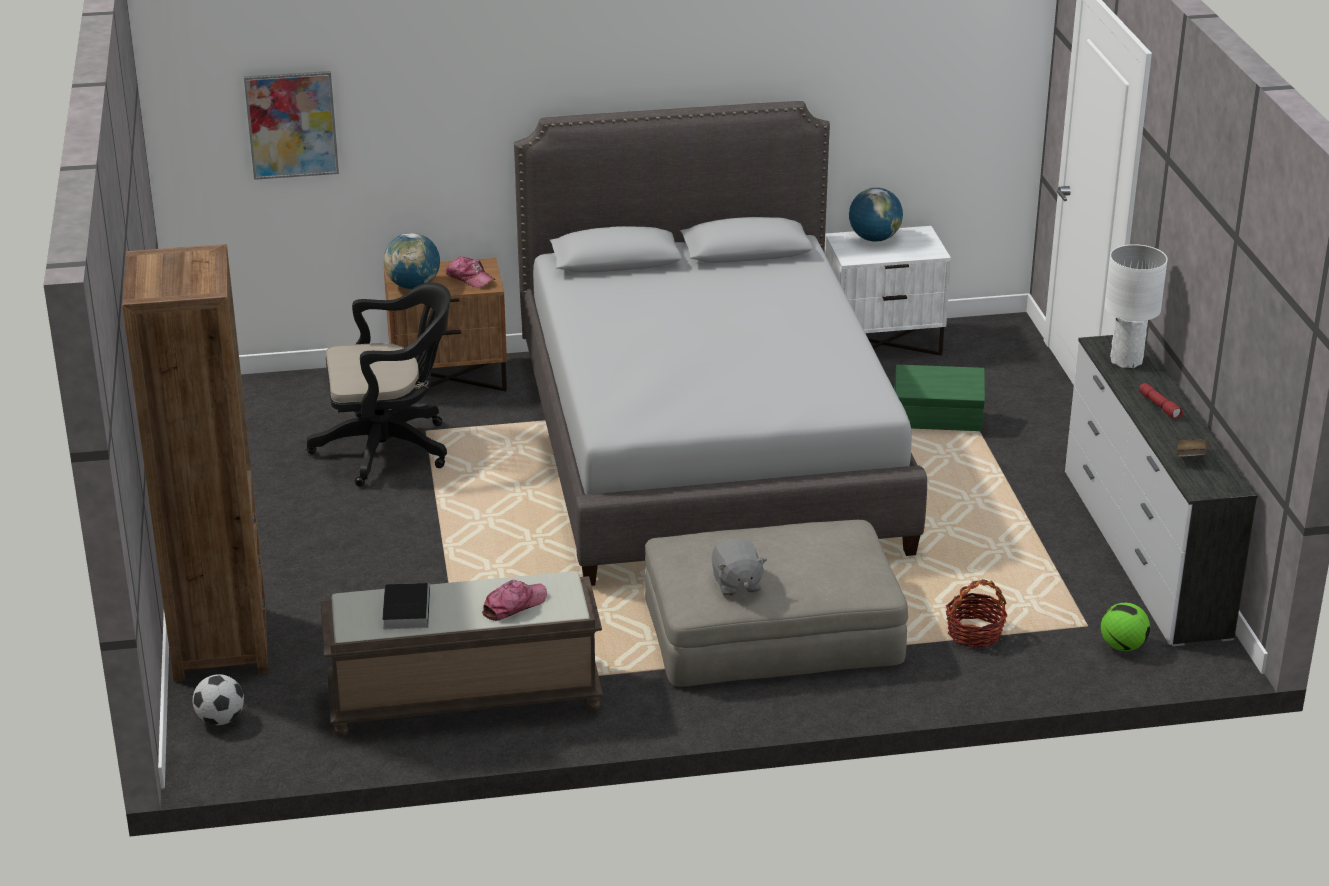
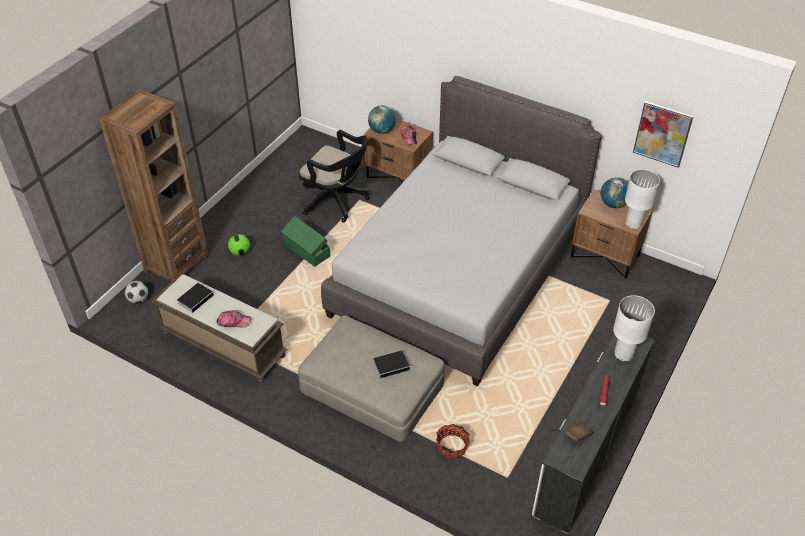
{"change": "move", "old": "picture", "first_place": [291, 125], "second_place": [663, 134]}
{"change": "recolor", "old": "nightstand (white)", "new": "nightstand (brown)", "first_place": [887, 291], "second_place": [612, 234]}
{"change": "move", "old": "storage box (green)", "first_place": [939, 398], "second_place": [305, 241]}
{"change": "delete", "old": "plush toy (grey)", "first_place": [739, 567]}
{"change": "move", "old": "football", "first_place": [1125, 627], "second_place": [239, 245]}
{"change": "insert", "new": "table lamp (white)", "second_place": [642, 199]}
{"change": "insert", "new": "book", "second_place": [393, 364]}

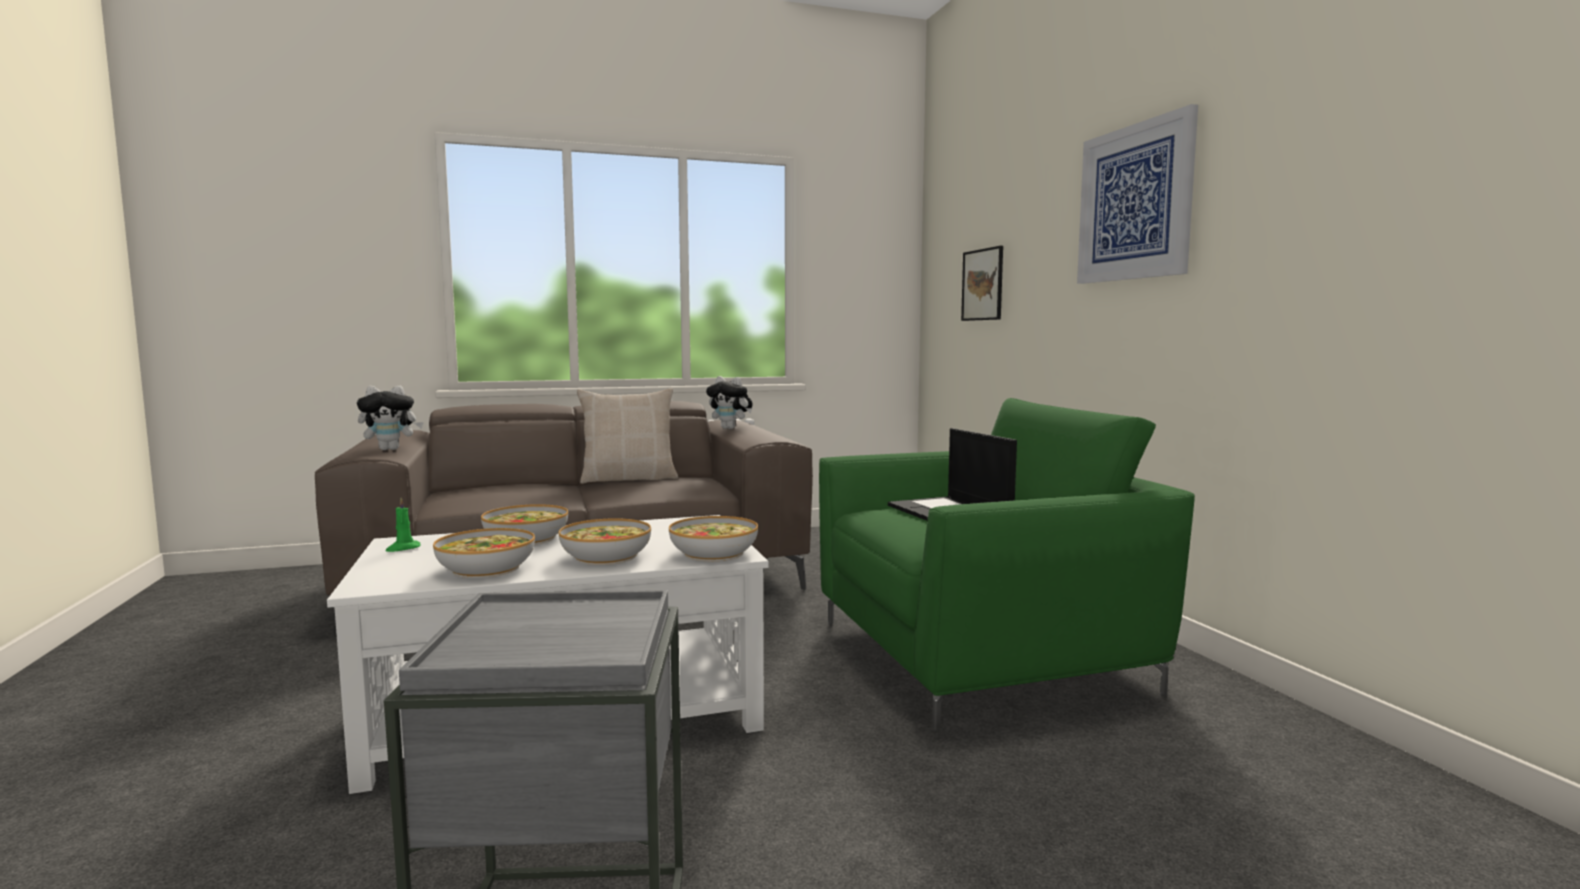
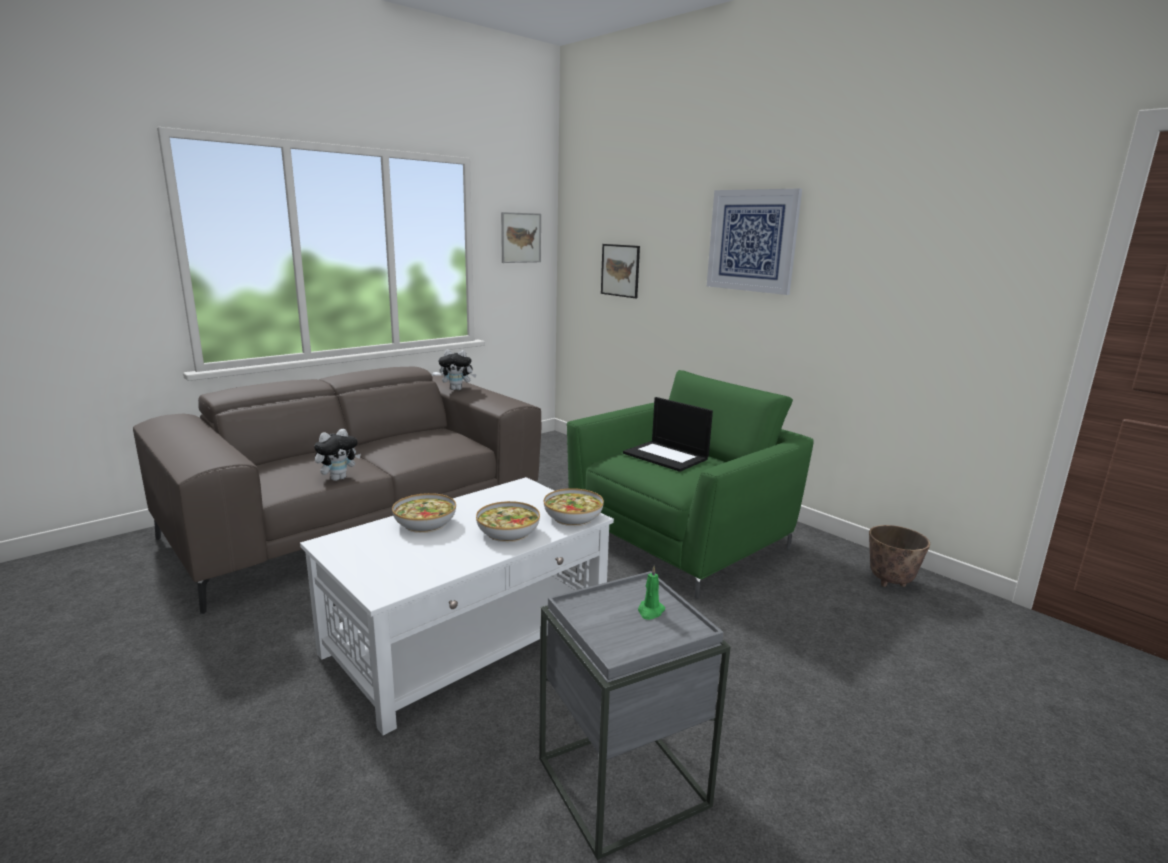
{"change": "move", "old": "plush toy", "first_place": [390, 418], "second_place": [337, 455]}
{"change": "delete", "old": "pillow (beige)", "first_place": [627, 436]}
{"change": "move", "old": "candle (green)", "first_place": [403, 525], "second_place": [651, 593]}
{"change": "delete", "old": "bowl", "first_place": [484, 553]}
{"change": "insert", "new": "picture", "second_place": [521, 237]}
{"change": "insert", "new": "planter", "second_place": [899, 556]}

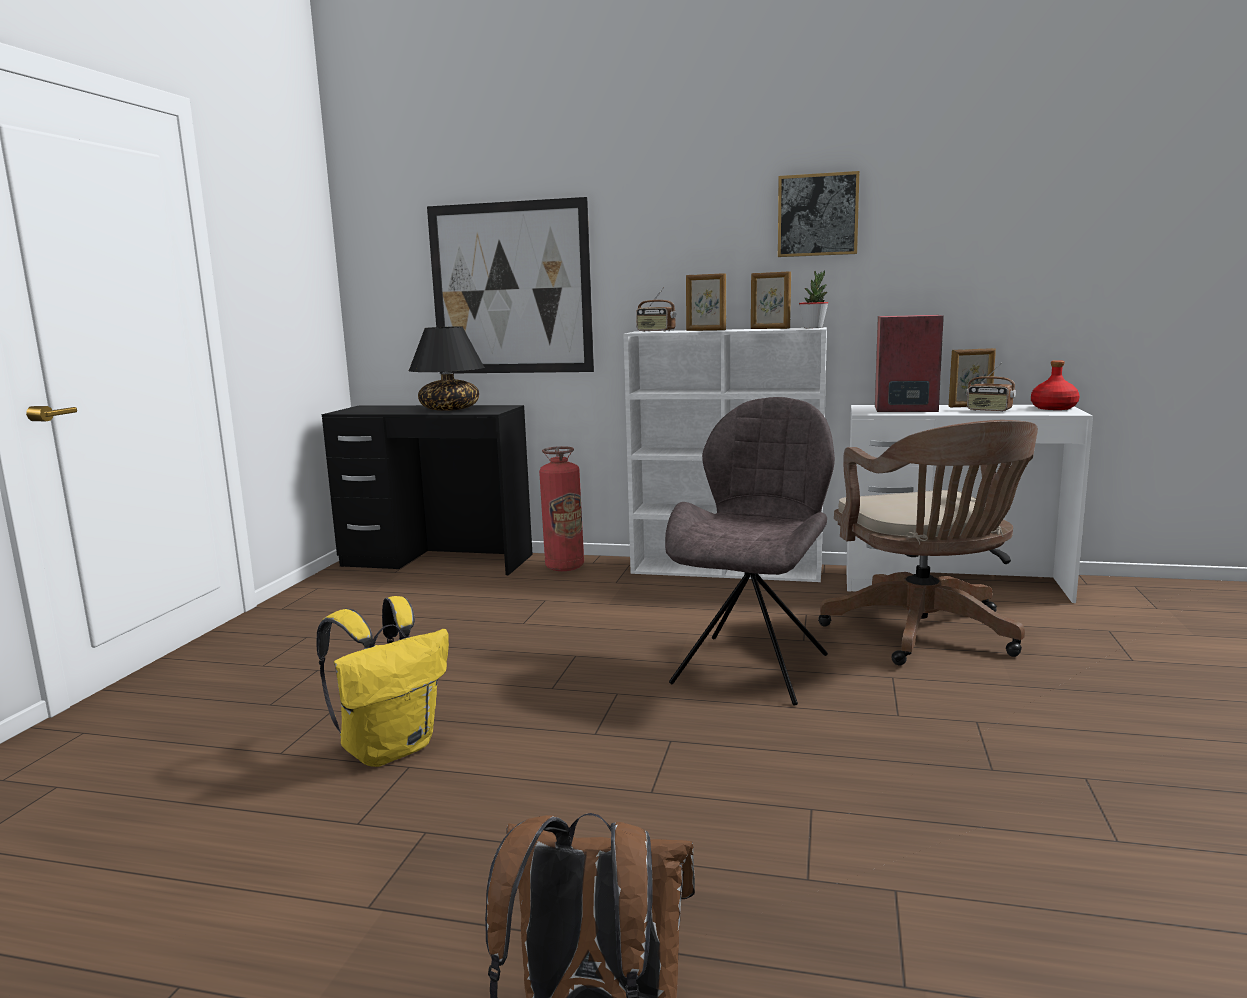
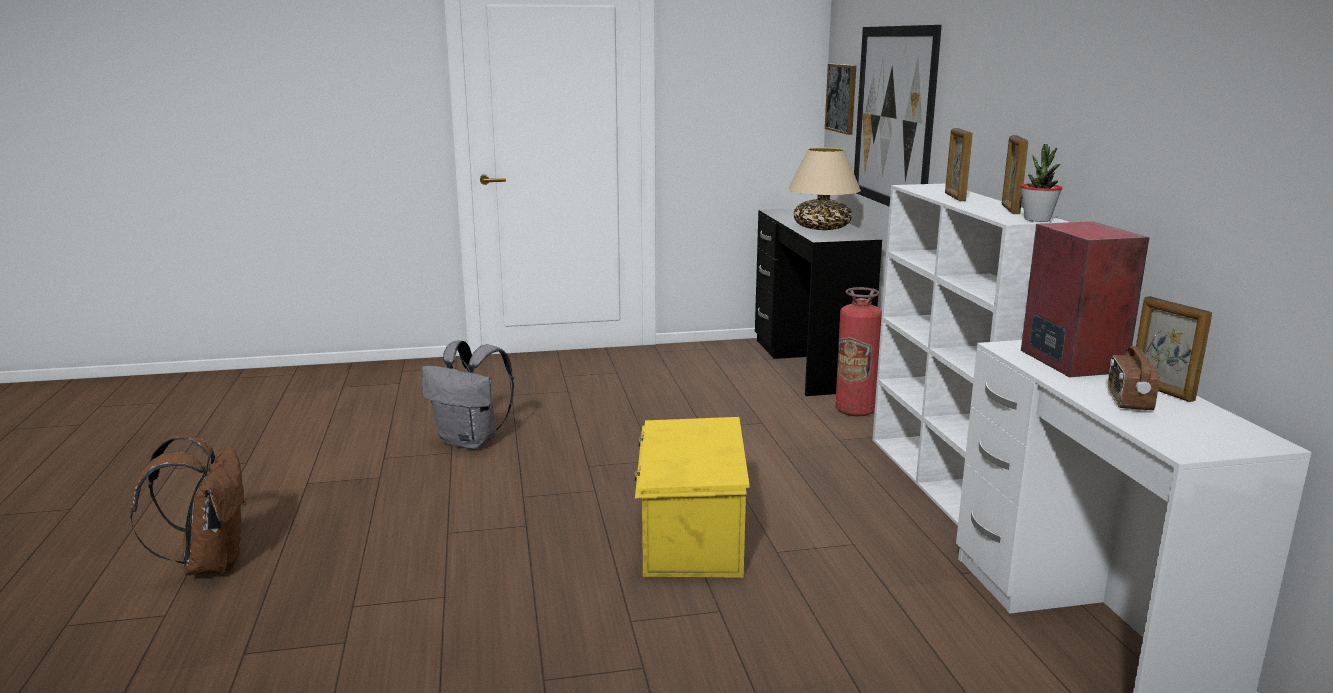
{"change": "move", "old": "picture", "first_place": [818, 214], "second_place": [840, 99]}
{"change": "delete", "old": "radio", "first_place": [656, 309]}
{"change": "recolor", "old": "table lamp (black)", "new": "table lamp (beige)", "first_place": [446, 368], "second_place": [824, 188]}
{"change": "delete", "old": "bottle (red)", "first_place": [1055, 385]}
{"change": "replace", "old": "chair (grey)", "new": "storage box (yellow)", "first_place": [750, 551], "second_place": [692, 497]}
{"change": "delete", "old": "office chair (brown)", "first_place": [928, 542]}
{"change": "recolor", "old": "backpack (yellow)", "new": "backpack (grey)", "first_place": [382, 681], "second_place": [468, 395]}

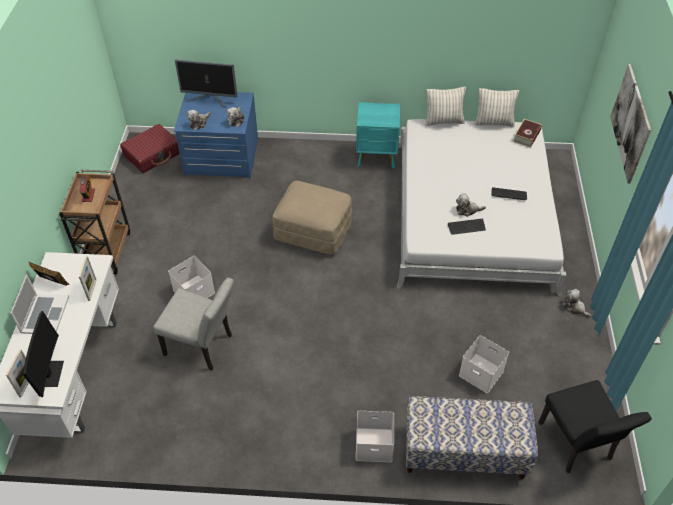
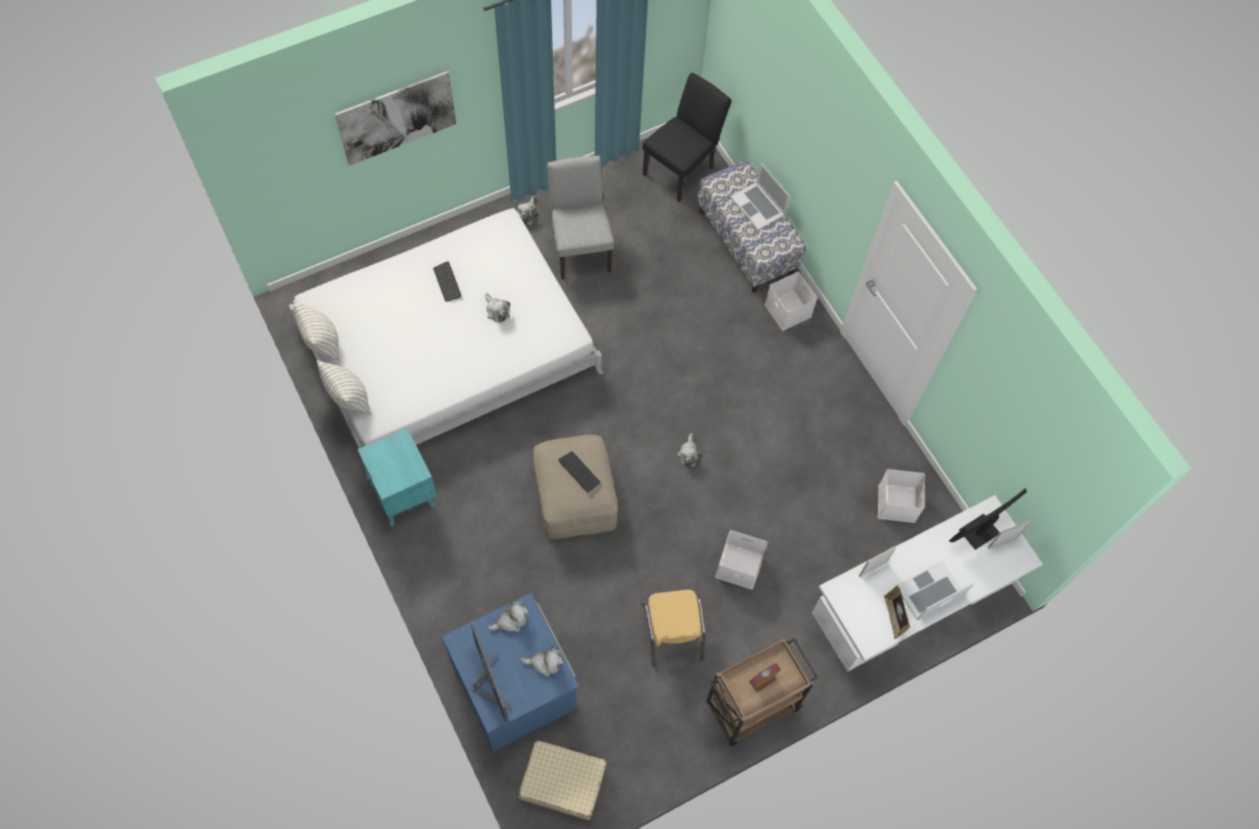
{"change": "delete", "old": "book", "first_place": [527, 133]}
{"change": "recolor", "old": "suitcase (red)", "new": "suitcase (beige)", "first_place": [150, 148], "second_place": [562, 780]}
{"change": "move", "old": "keyboard", "first_place": [467, 227], "second_place": [579, 471]}
{"change": "move", "old": "chair (grey)", "first_place": [193, 324], "second_place": [580, 218]}
{"change": "move", "old": "storage box (white)", "first_place": [484, 364], "second_place": [901, 496]}
{"change": "insert", "new": "laptop", "second_place": [760, 196]}
{"change": "insert", "new": "plush toy", "second_place": [689, 450]}
{"change": "insert", "new": "chair (yellow)", "second_place": [673, 628]}

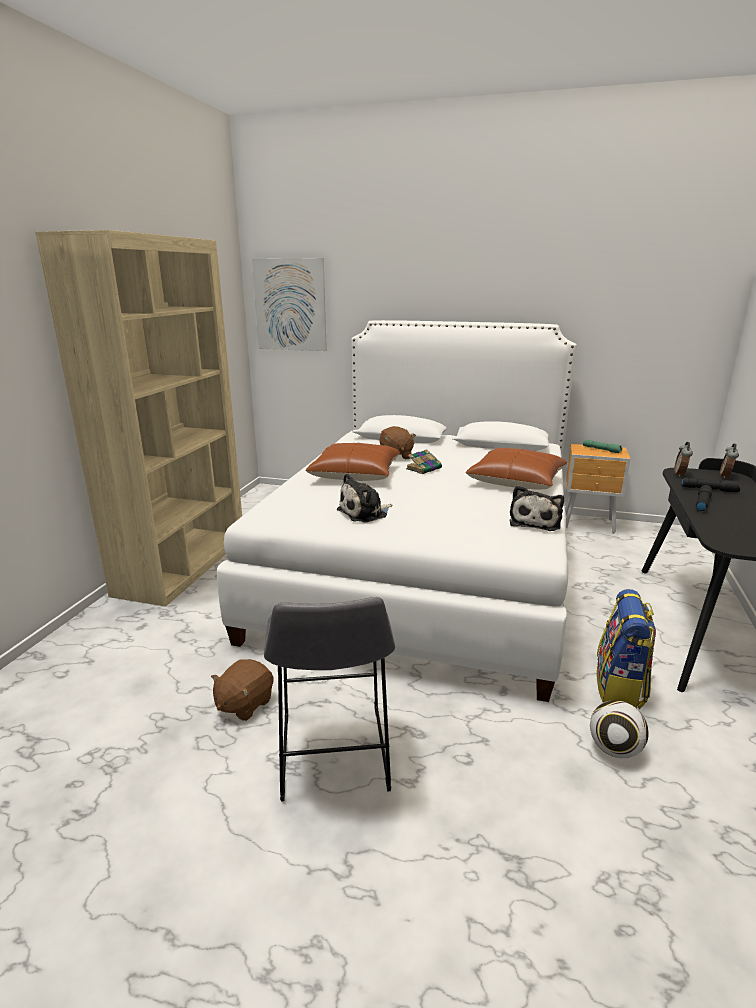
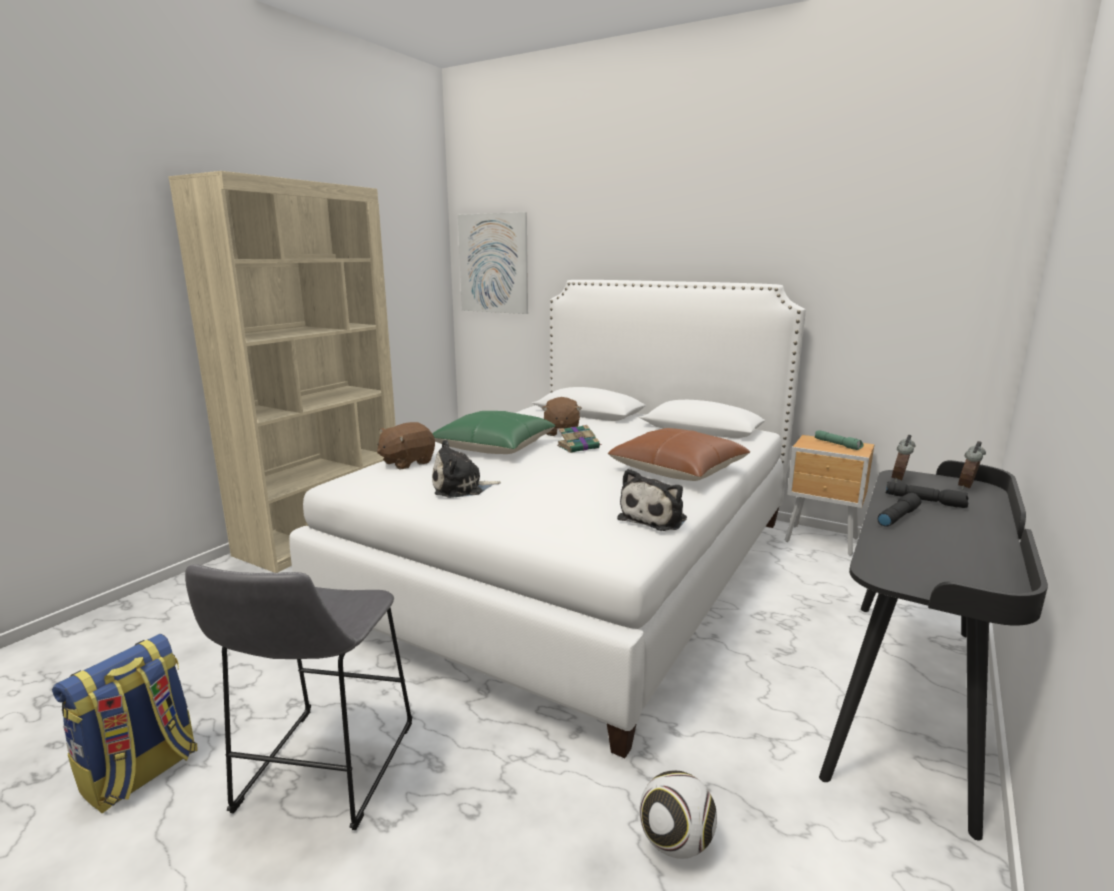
{"change": "recolor", "old": "pillow (brown)", "new": "pillow (green)", "first_place": [352, 462], "second_place": [494, 432]}
{"change": "move", "old": "backpack", "first_place": [626, 649], "second_place": [125, 723]}
{"change": "move", "old": "plush toy (brown)", "first_place": [242, 690], "second_place": [406, 446]}

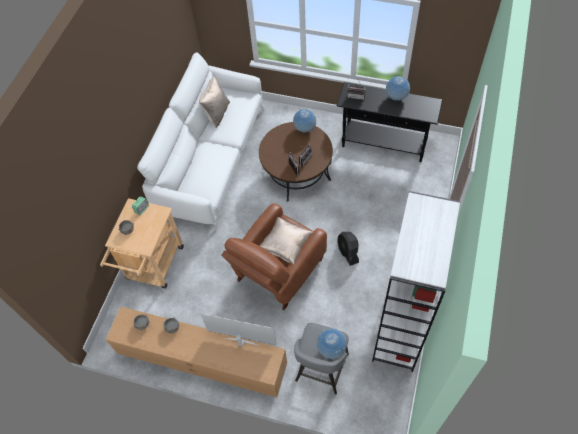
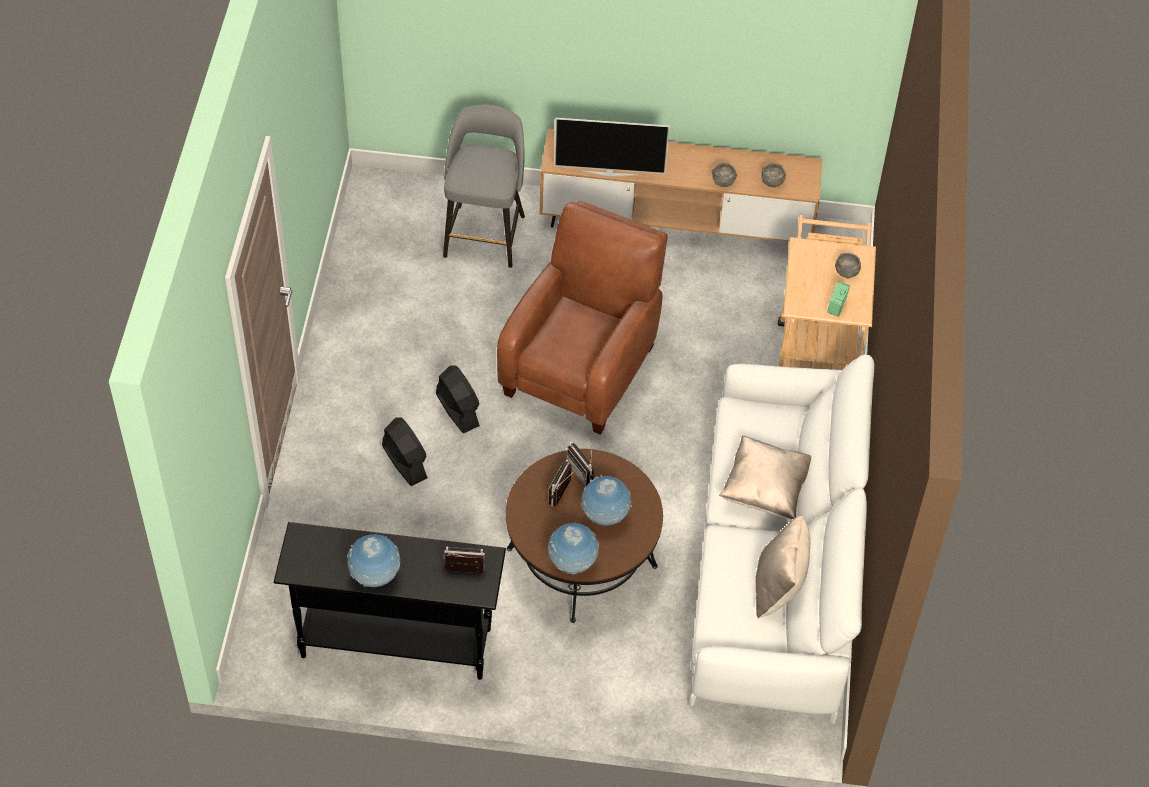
{"change": "delete", "old": "bookcase (white)", "first_place": [416, 281]}
{"change": "move", "old": "pillow (beige)", "first_place": [286, 240], "second_place": [765, 477]}
{"change": "move", "old": "globe", "first_place": [331, 344], "second_place": [606, 500]}
{"change": "insert", "new": "fan (black)", "second_place": [405, 451]}

